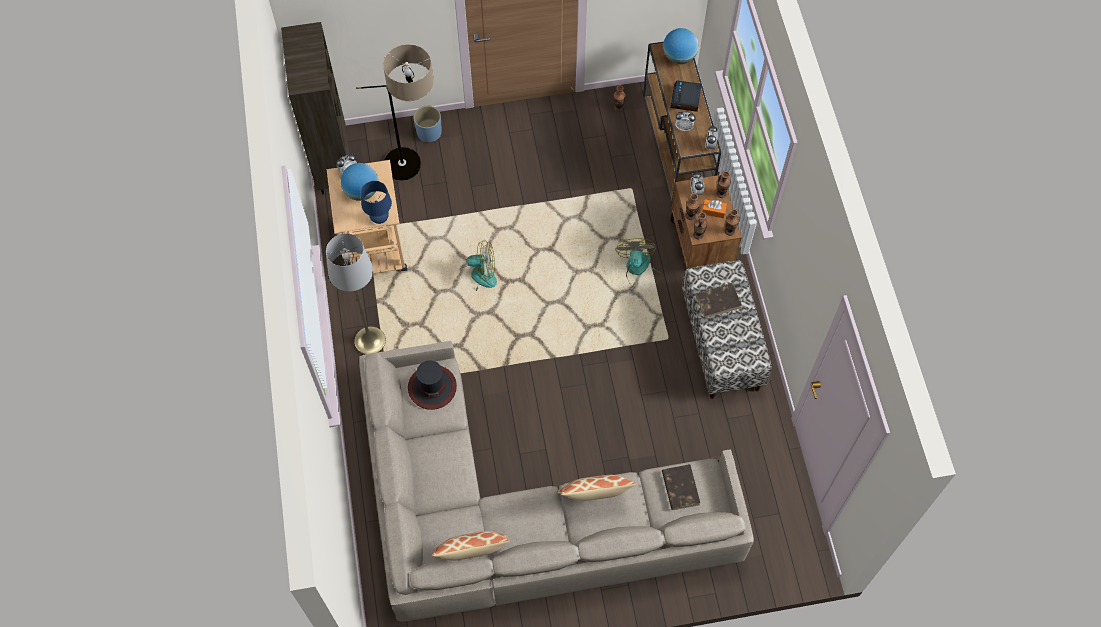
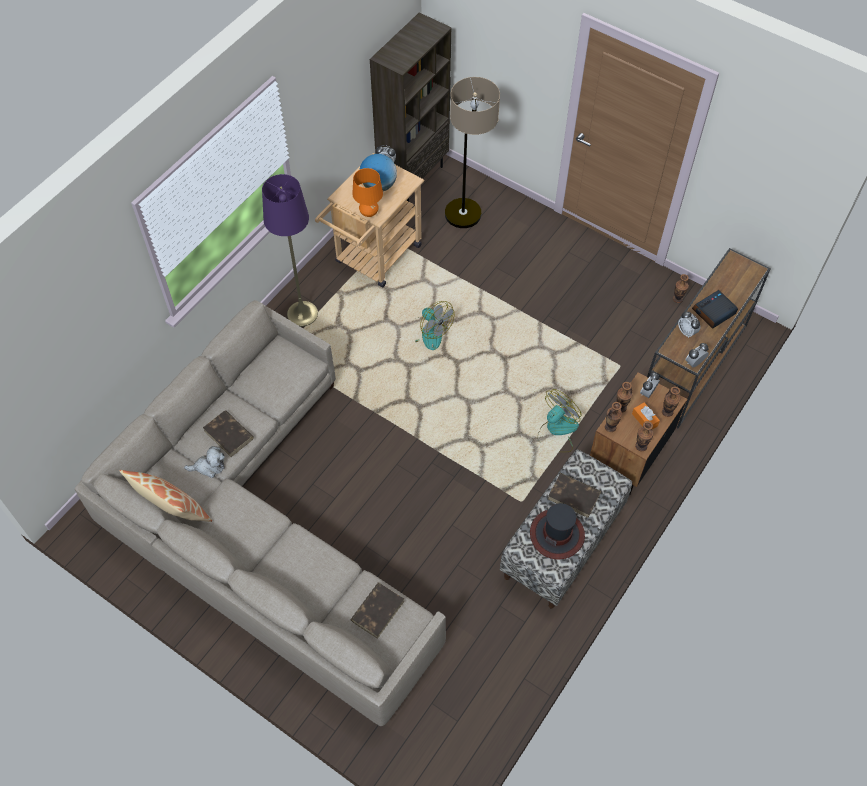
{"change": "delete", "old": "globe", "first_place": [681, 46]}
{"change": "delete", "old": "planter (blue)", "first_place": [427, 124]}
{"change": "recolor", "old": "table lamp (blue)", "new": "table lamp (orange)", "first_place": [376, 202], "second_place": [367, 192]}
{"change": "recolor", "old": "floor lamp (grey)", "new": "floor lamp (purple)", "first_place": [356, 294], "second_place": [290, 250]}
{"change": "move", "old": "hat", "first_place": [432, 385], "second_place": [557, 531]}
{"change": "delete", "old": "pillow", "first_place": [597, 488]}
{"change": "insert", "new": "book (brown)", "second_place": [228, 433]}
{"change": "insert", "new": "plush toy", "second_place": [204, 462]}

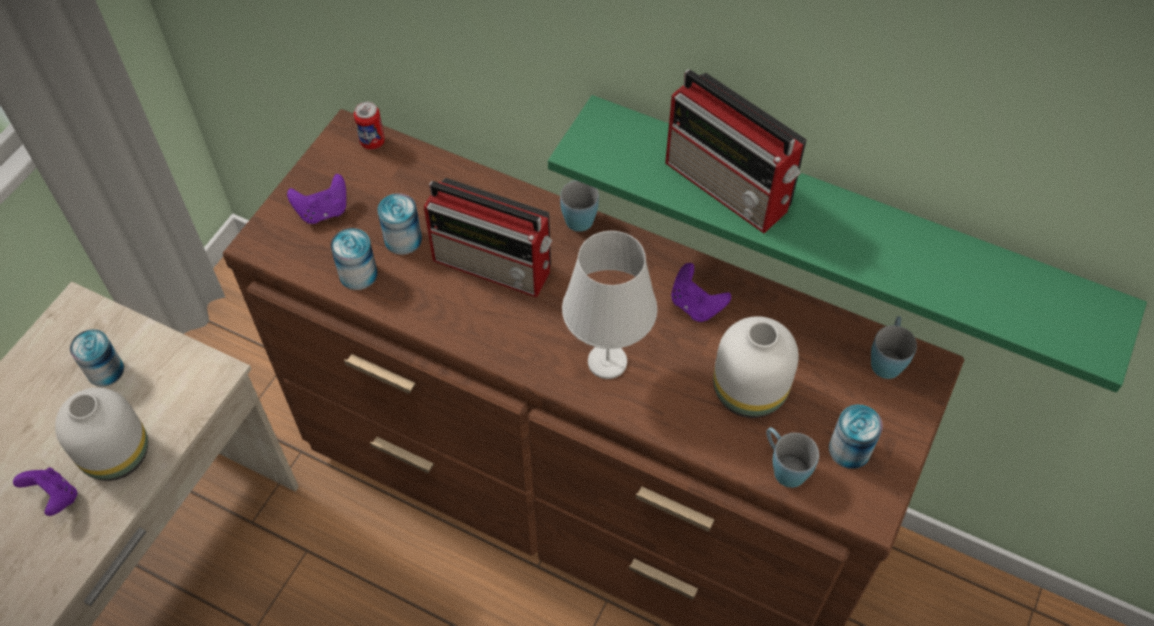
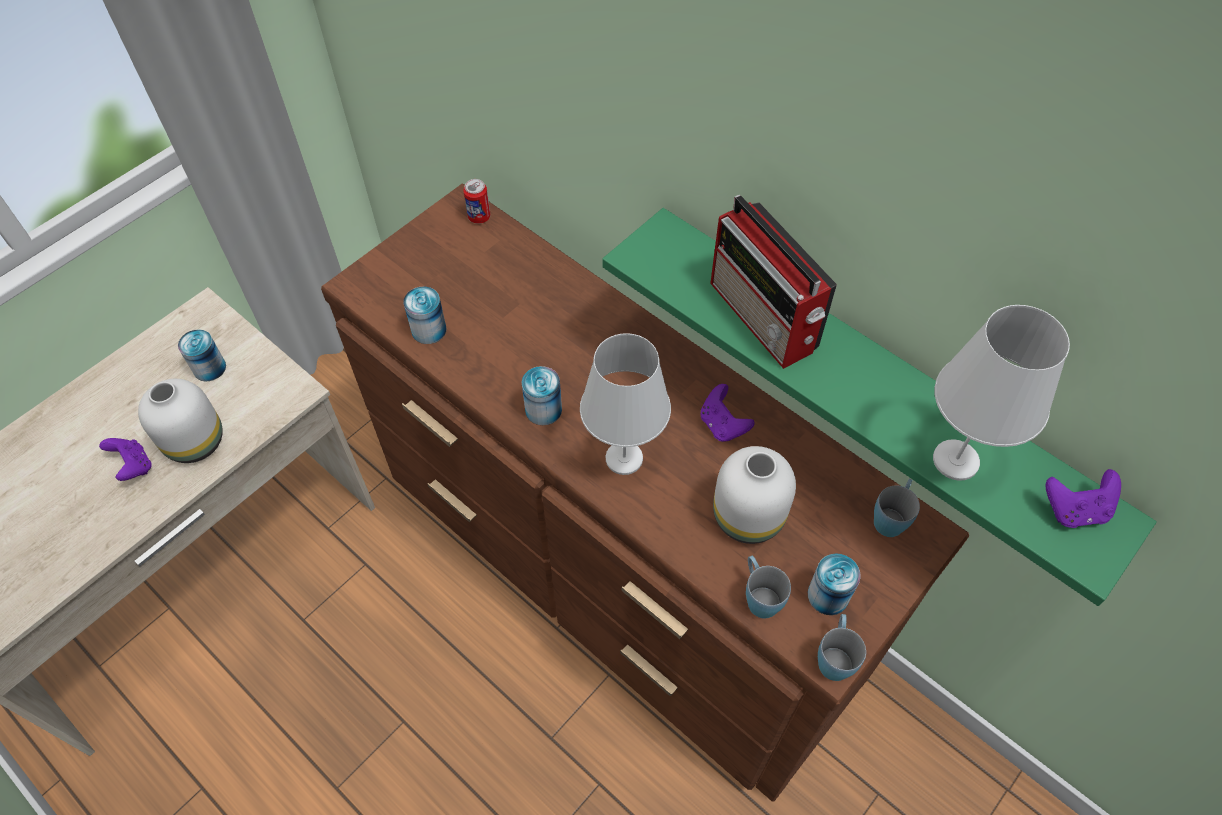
{"change": "move", "old": "game controller (purple)", "first_place": [316, 199], "second_place": [1083, 498]}
{"change": "delete", "old": "radio", "first_place": [488, 238]}
{"change": "move", "old": "mug (blue)", "first_place": [579, 206], "second_place": [842, 647]}
{"change": "move", "old": "can", "first_place": [400, 224], "second_place": [542, 395]}
{"change": "insert", "new": "table lamp (white)", "second_place": [1001, 393]}

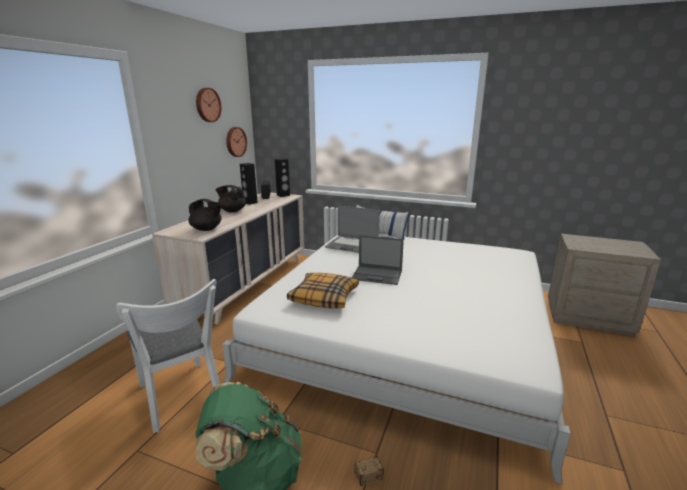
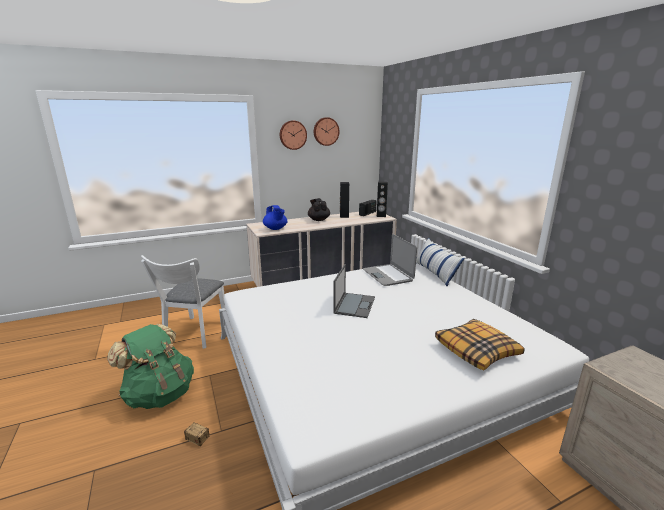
{"change": "move", "old": "wall clock", "first_place": [236, 142], "second_place": [293, 135]}
{"change": "recolor", "old": "teapot (black)", "new": "teapot (blue)", "first_place": [205, 215], "second_place": [275, 217]}
{"change": "rotate", "old": "laptop", "first_place": [378, 260], "second_place": [354, 291], "degrees": -135}
{"change": "move", "old": "pillow", "first_place": [323, 290], "second_place": [480, 344]}

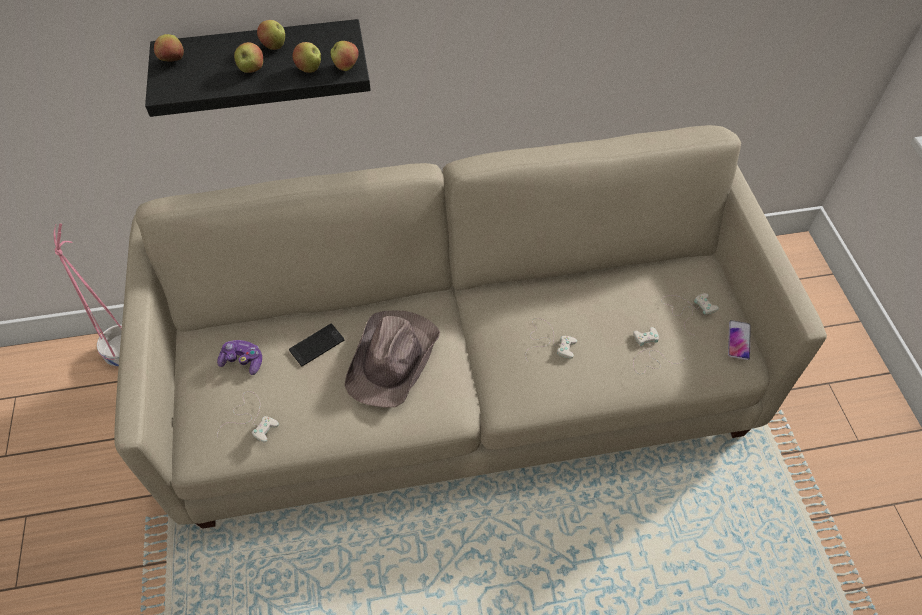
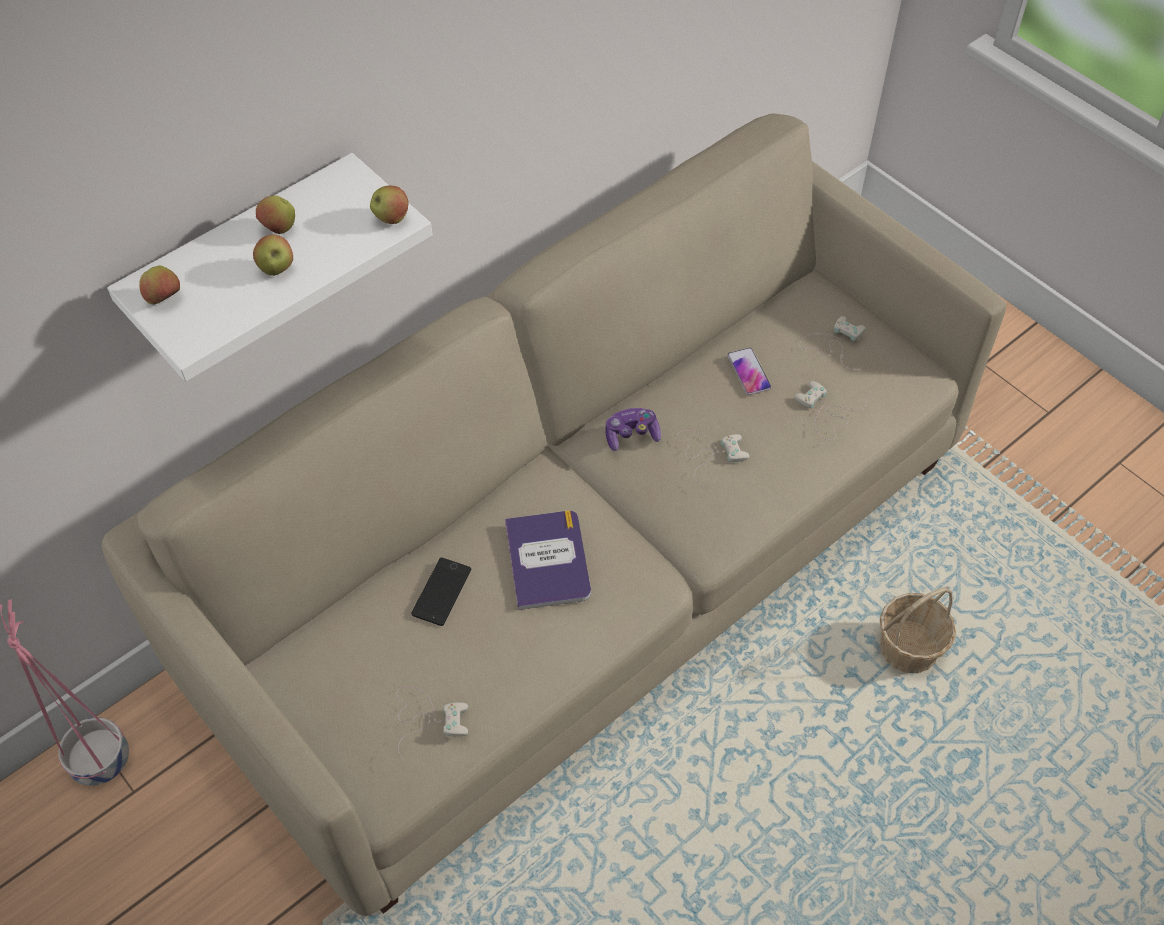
{"change": "recolor", "old": "shelf (black)", "new": "shelf (white)", "first_place": [258, 68], "second_place": [269, 267]}
{"change": "delete", "old": "apple", "first_place": [307, 57]}
{"change": "replace", "old": "hat (brown)", "new": "book", "first_place": [392, 359], "second_place": [548, 560]}
{"change": "move", "old": "phone", "first_place": [739, 340], "second_place": [749, 371]}
{"change": "move", "old": "game controller", "first_place": [239, 357], "second_place": [633, 429]}
{"change": "insert", "new": "basket", "second_place": [918, 630]}

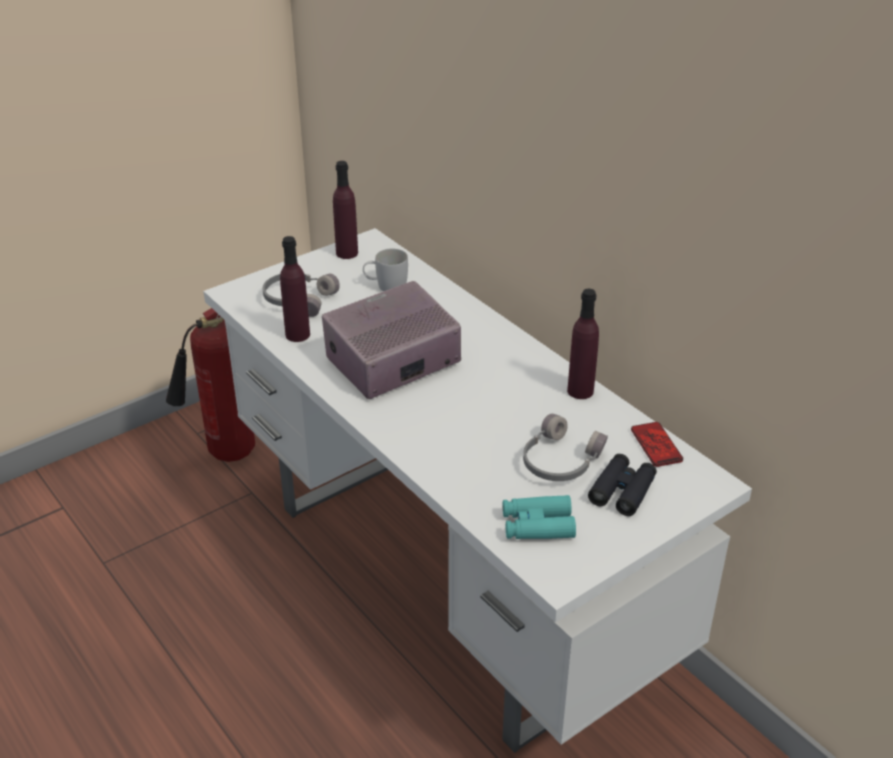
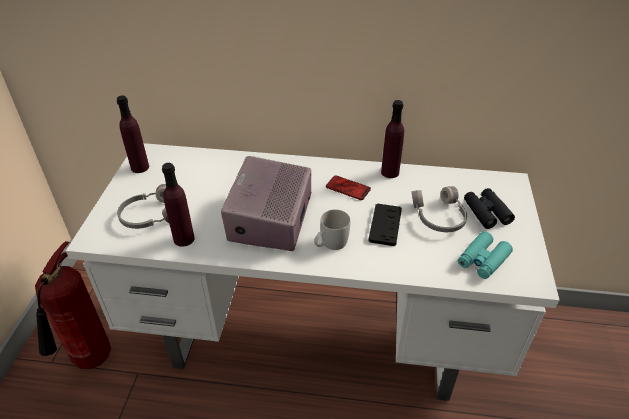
{"change": "move", "old": "mug (white)", "first_place": [385, 270], "second_place": [332, 229]}
{"change": "move", "old": "phone", "first_place": [657, 444], "second_place": [348, 187]}
{"change": "insert", "new": "game controller (black)", "second_place": [385, 225]}

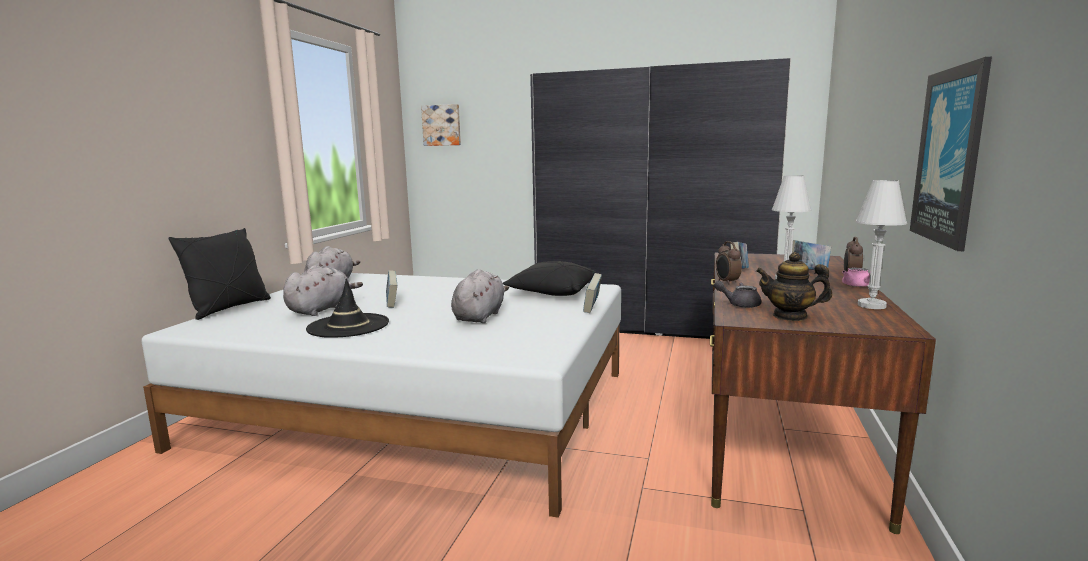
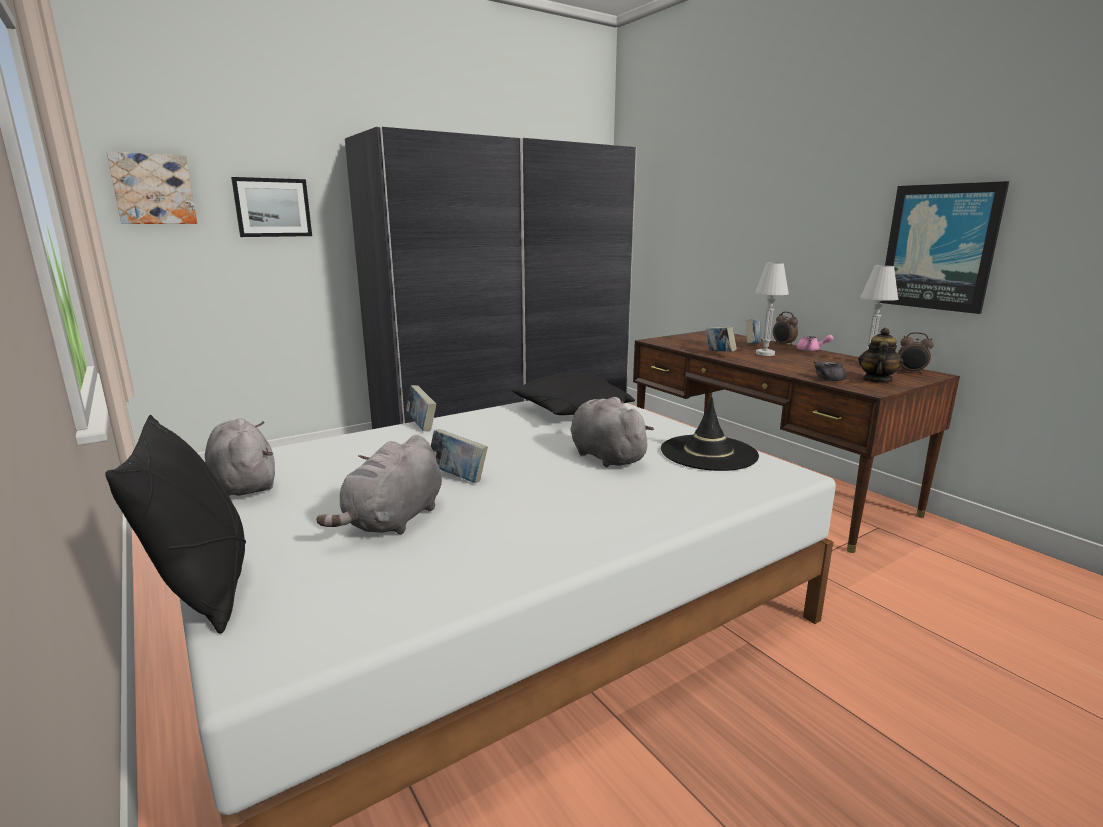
{"change": "move", "old": "alarm clock", "first_place": [729, 263], "second_place": [916, 353]}
{"change": "rotate", "old": "teapot", "first_place": [794, 286], "second_place": [880, 355], "degrees": 150}
{"change": "rotate", "old": "plush toy (grey)", "first_place": [323, 290], "second_place": [379, 485], "degrees": -135}
{"change": "move", "old": "book", "first_place": [592, 293], "second_place": [421, 408]}
{"change": "move", "old": "hat (black)", "first_place": [347, 308], "second_place": [710, 434]}
{"change": "insert", "new": "picture", "second_place": [271, 207]}

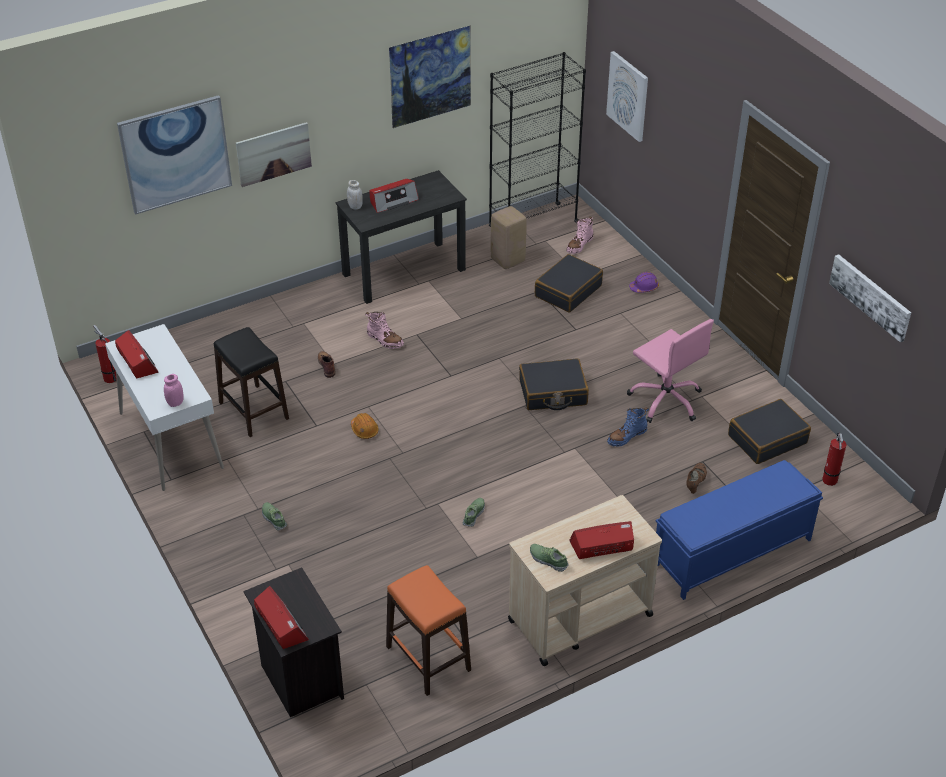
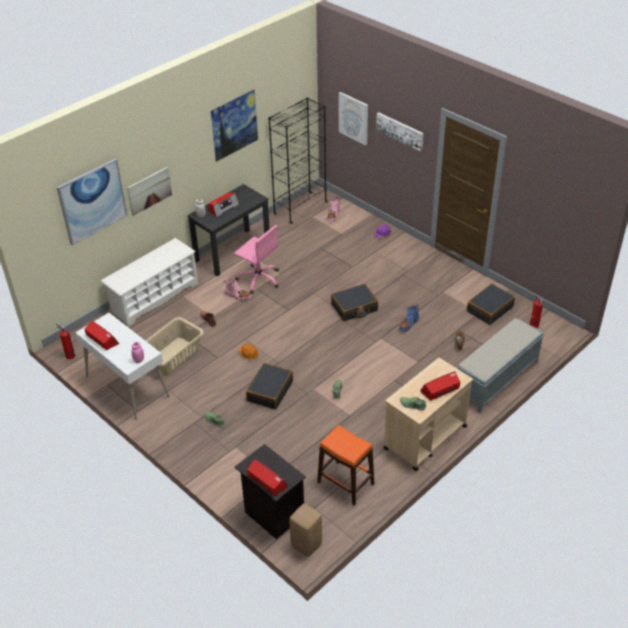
{"change": "move", "old": "stool (beige)", "first_place": [509, 237], "second_place": [306, 530]}
{"change": "move", "old": "suitcase (black)", "first_place": [569, 283], "second_place": [269, 386]}
{"change": "move", "old": "picture", "first_place": [870, 298], "second_place": [400, 131]}
{"change": "move", "old": "office chair (pink)", "first_place": [670, 371], "second_place": [256, 259]}
{"change": "replace", "old": "stool (black)", "new": "laundry basket (beige)", "first_place": [251, 382], "second_place": [175, 346]}
{"change": "recolor", "old": "bench (blue)", "new": "bench (grey)", "first_place": [739, 530], "second_place": [500, 365]}
{"change": "insert", "new": "shoe rack (white)", "second_place": [149, 282]}

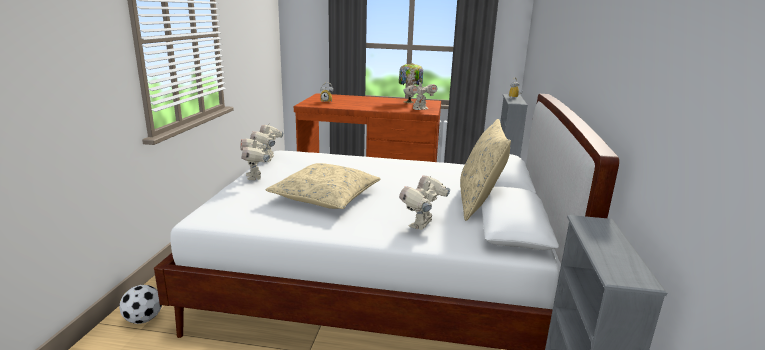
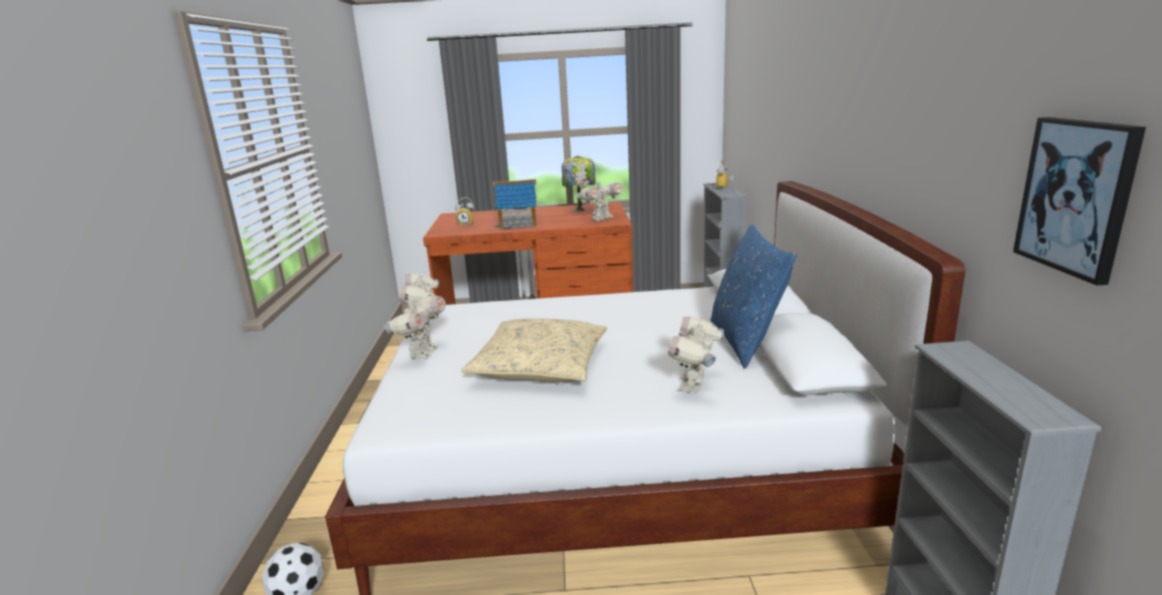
{"change": "recolor", "old": "pillow (beige)", "new": "pillow (blue)", "first_place": [485, 170], "second_place": [753, 296]}
{"change": "rotate", "old": "toy robot", "first_place": [255, 158], "second_place": [415, 326], "degrees": -135}
{"change": "insert", "new": "picture", "second_place": [1079, 201]}
{"change": "insert", "new": "toy house", "second_place": [515, 204]}

